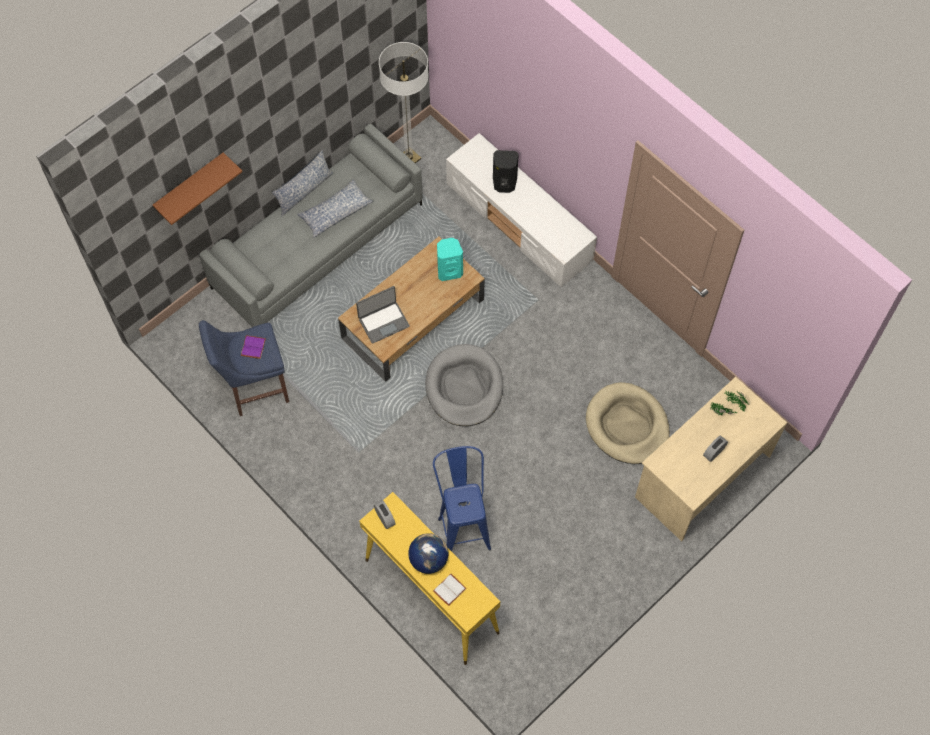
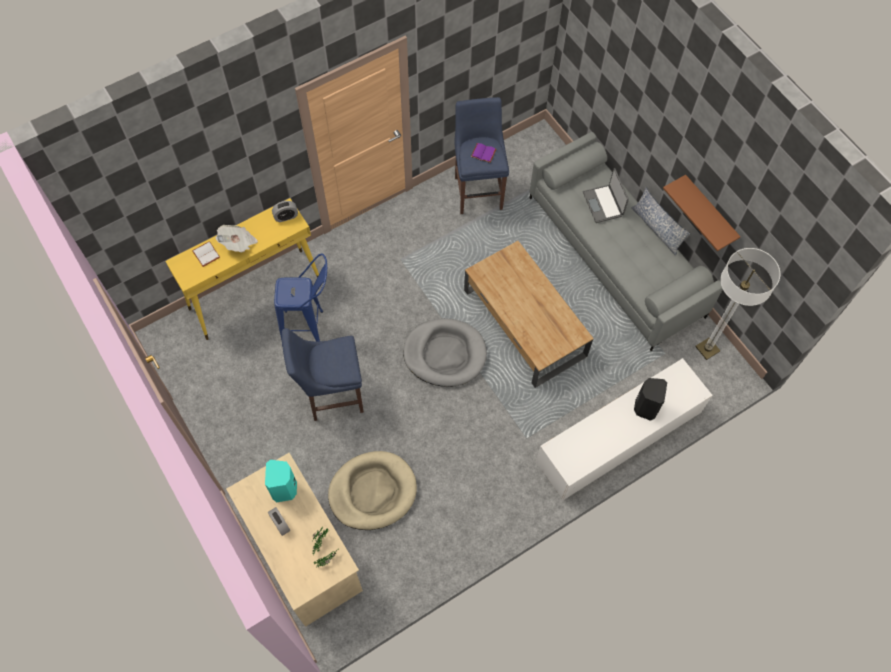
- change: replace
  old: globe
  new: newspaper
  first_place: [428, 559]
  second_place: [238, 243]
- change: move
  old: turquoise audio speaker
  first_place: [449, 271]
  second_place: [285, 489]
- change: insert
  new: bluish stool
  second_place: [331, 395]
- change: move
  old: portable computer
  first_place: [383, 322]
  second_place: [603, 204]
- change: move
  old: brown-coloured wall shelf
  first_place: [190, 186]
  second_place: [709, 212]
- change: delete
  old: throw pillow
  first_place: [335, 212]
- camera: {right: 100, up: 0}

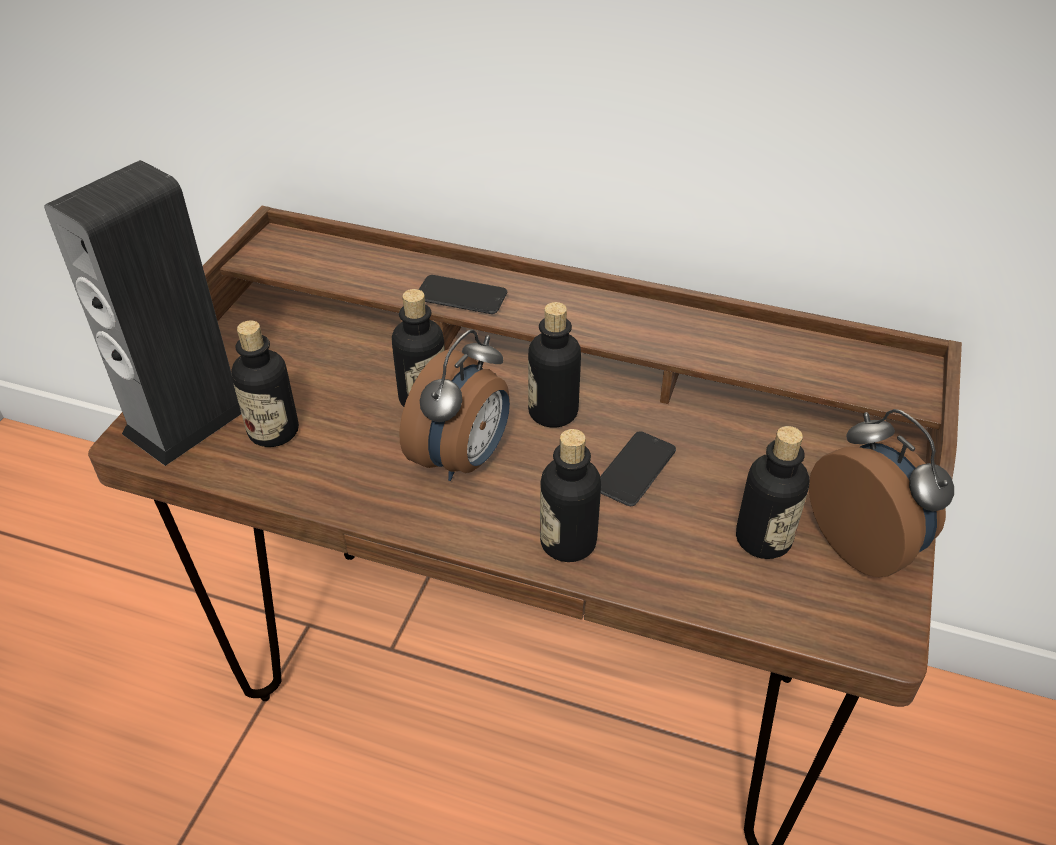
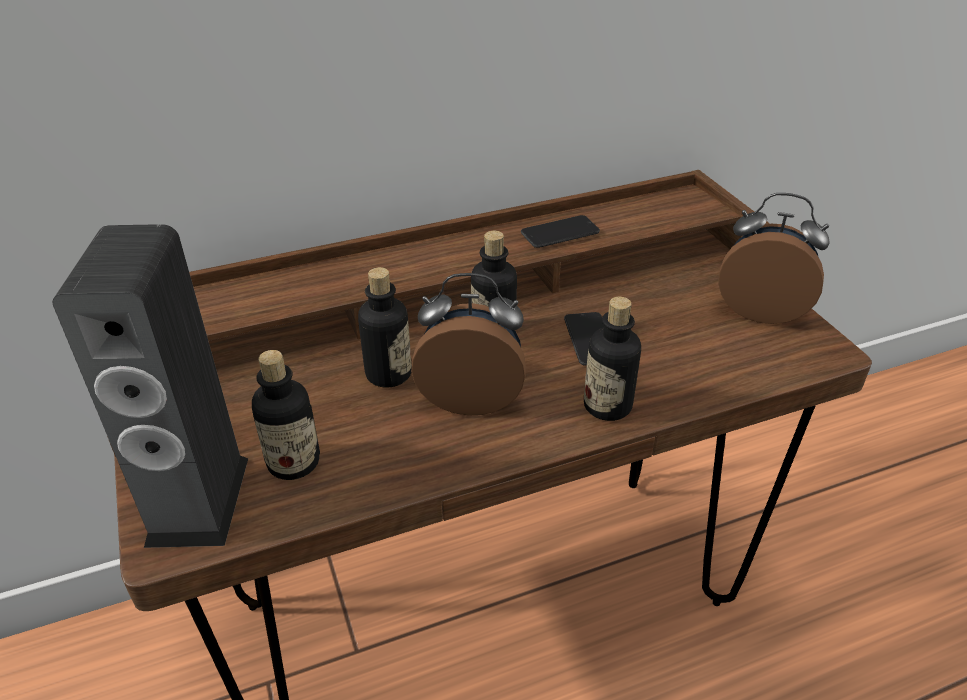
- change: rotate
  old: bedside clock
  first_place: [463, 459]
  second_place: [471, 396]
  degrees: -75
- change: move
  old: telephone
  first_place: [461, 296]
  second_place: [560, 233]
- change: delete
  old: beverage bottle
  first_place: [763, 539]
- camera: {right: -40, up: -5}

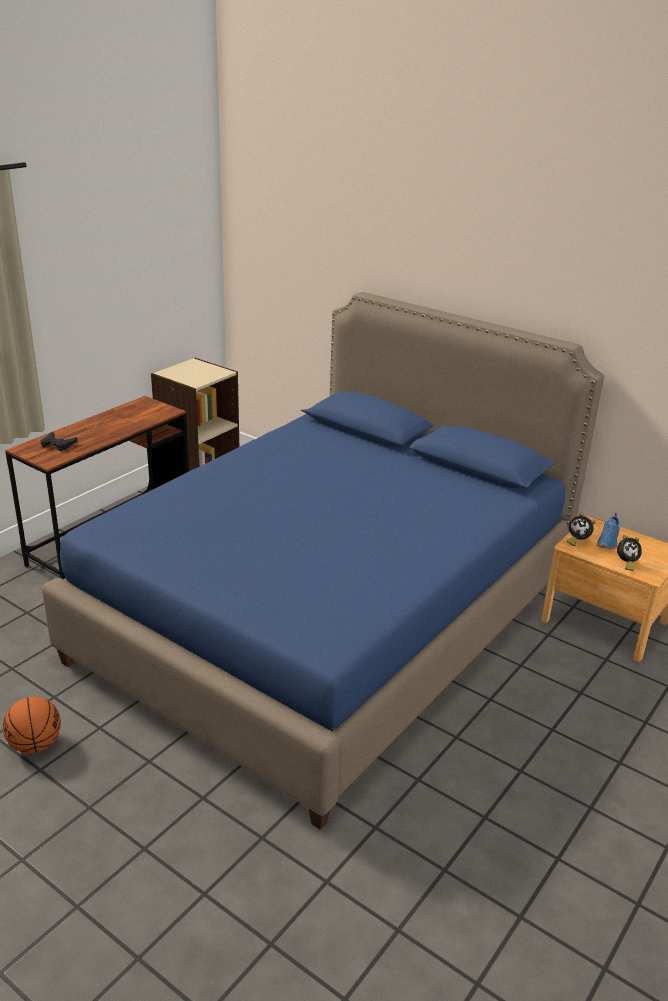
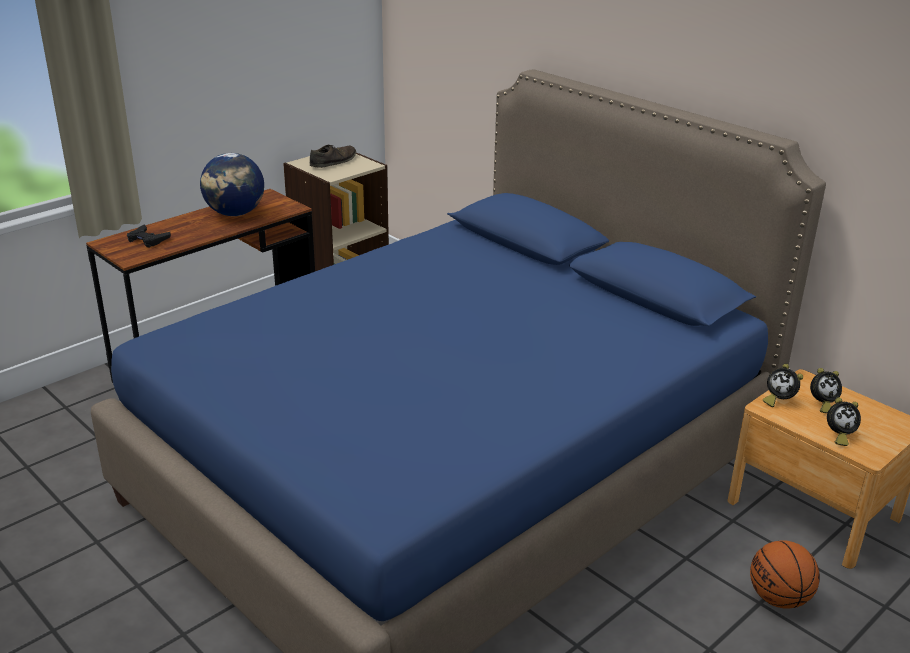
- change: insert
  new: globe
  second_place: [235, 214]
- change: insert
  new: brown-coloured item of footwear
  second_place: [333, 161]
- change: move
  old: basketball
  first_place: [35, 745]
  second_place: [778, 598]
- change: replace
  old: bluish item of footwear
  new: bedside clock
  first_place: [608, 541]
  second_place: [821, 405]
- camera: {right: 10, up: 0}

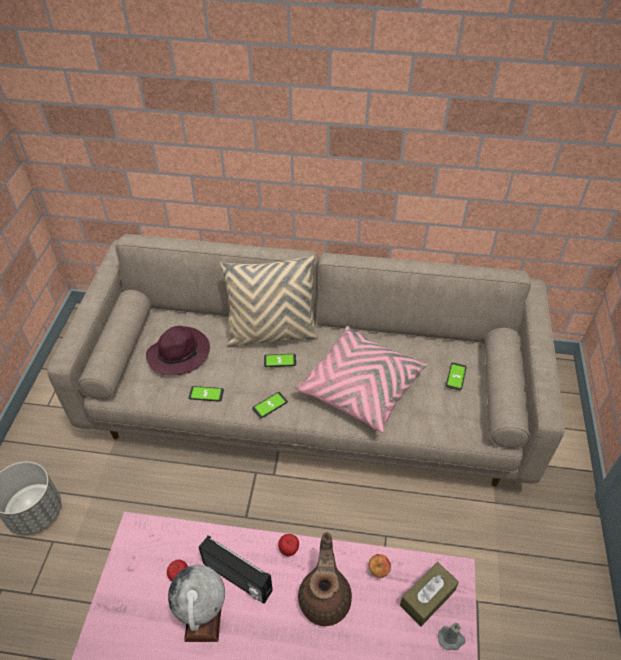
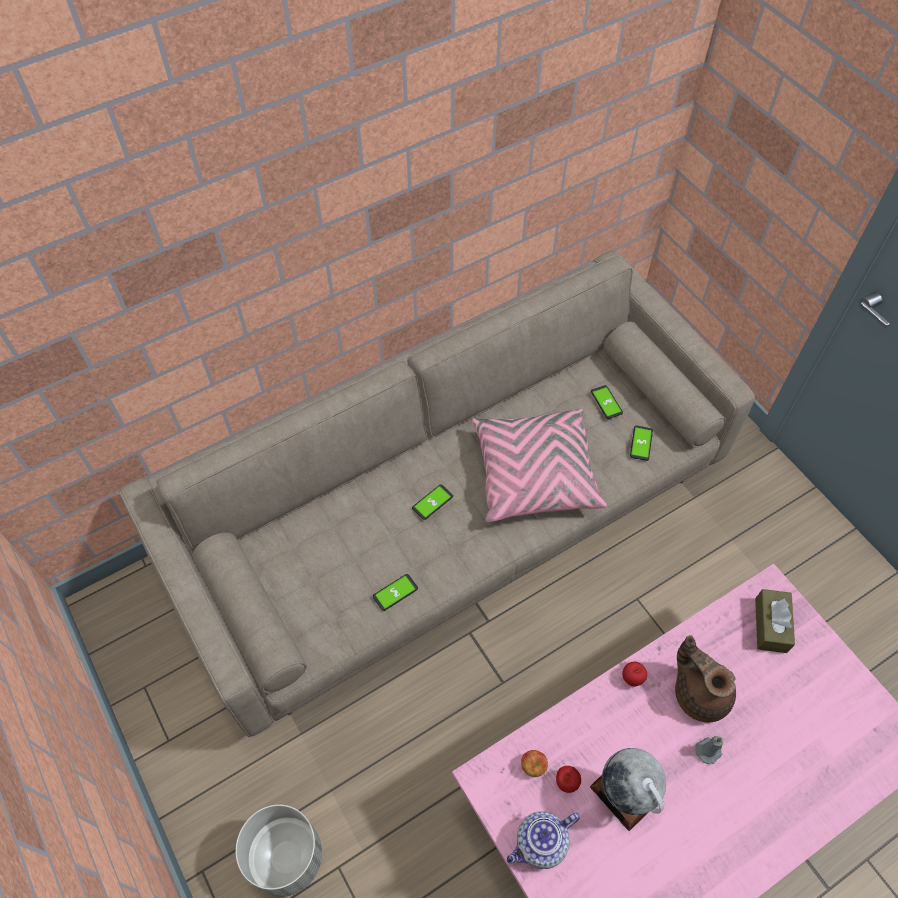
- change: insert
  new: pot for tea
  second_place: [540, 844]
- change: move
  old: apple fruit
  first_place: [378, 570]
  second_place: [533, 766]
- change: move
  old: telephone
  first_place: [270, 405]
  second_place: [641, 443]
- change: move
  old: greyish wax candle
  first_place: [451, 639]
  second_place: [709, 750]
- change: delete
  old: purplish hat
  first_place: [179, 353]
- change: delete
  old: radio
  first_place: [236, 579]
- change: delete
  old: beige-coloured throw pillow
  first_place: [272, 334]
- camera: {right: -40, up: 10}

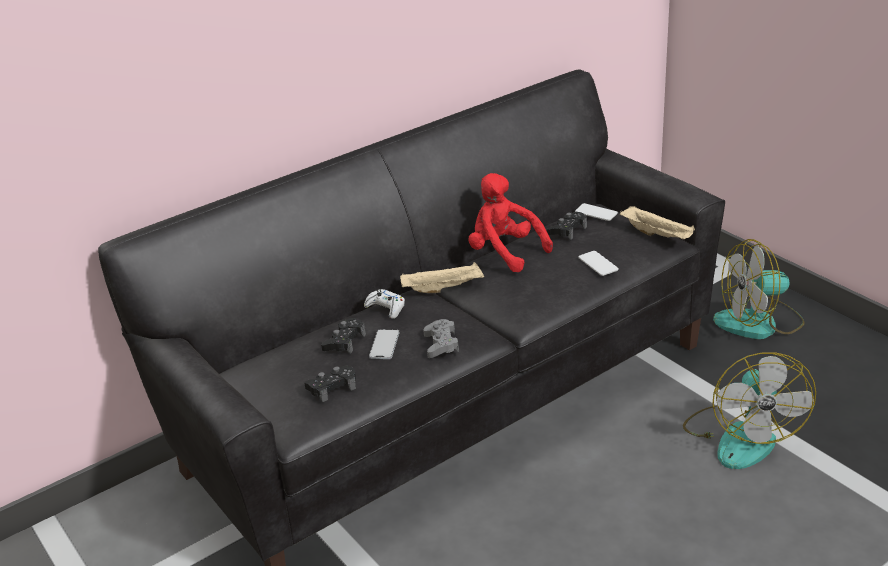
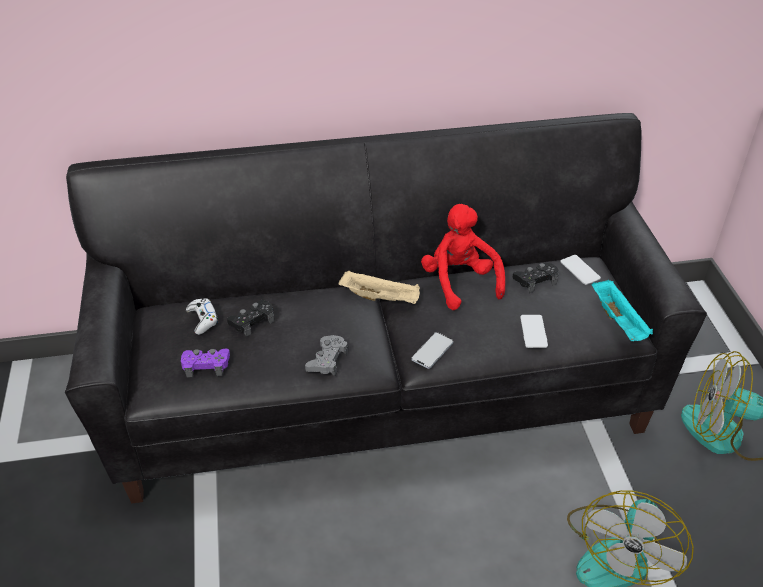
- change: recolor
  old: black-coloured gamepad
  new: purplish gamepad
  first_place: [332, 387]
  second_place: [206, 365]
- change: move
  old: whitish gamepad
  first_place: [386, 308]
  second_place: [203, 319]
- change: move
  old: telephone
  first_place: [384, 345]
  second_place: [432, 351]
- change: recolor
  old: beige-coloured carrying tray
  new: turquoise carrying tray
  first_place: [657, 235]
  second_place: [619, 321]
- camera: {right: 25, up: 10}

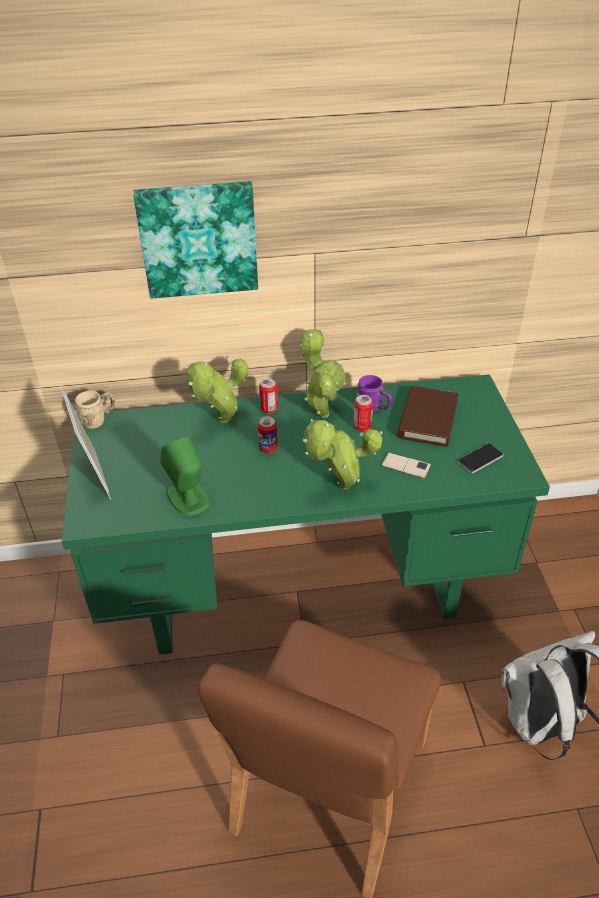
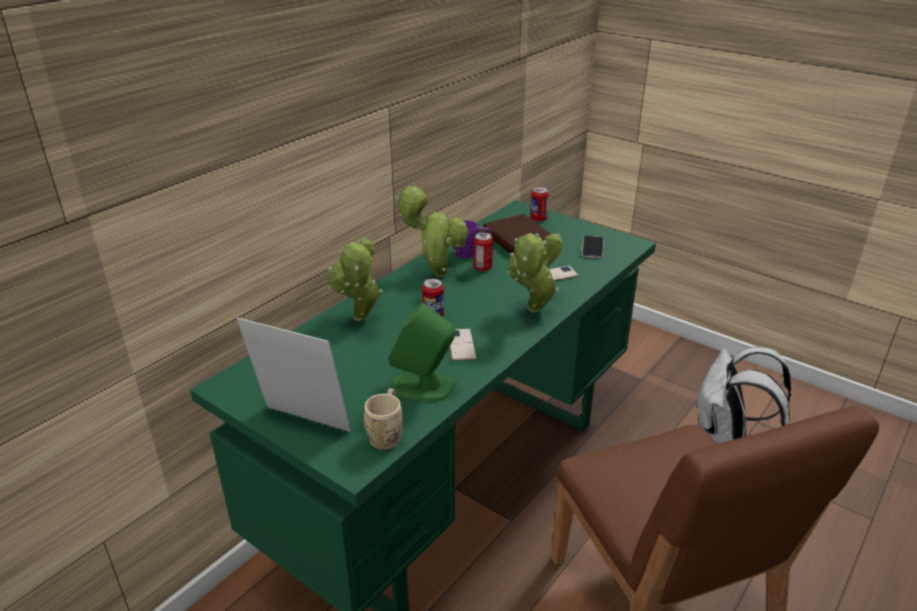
- change: move
  old: beige-coloured tea mug
  first_place: [98, 420]
  second_place: [387, 433]
- change: insert
  new: telephone
  second_place: [461, 345]
- change: move
  old: can
  first_place: [269, 409]
  second_place: [538, 219]
- change: delete
  old: picture
  first_place: [198, 239]
- camera: {right: -45, up: -10}

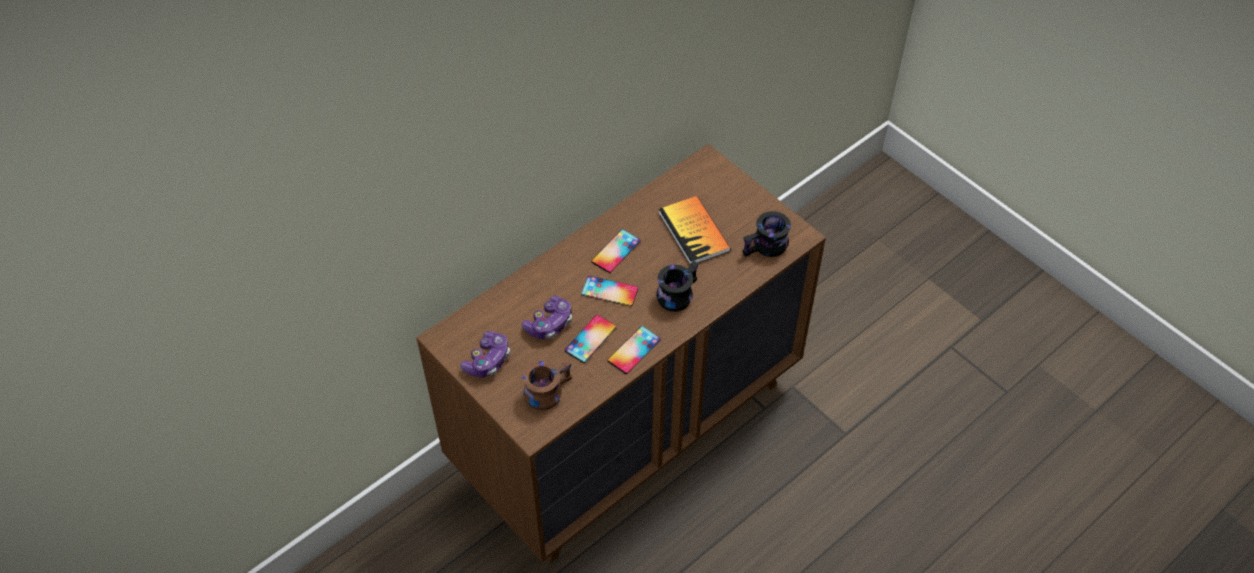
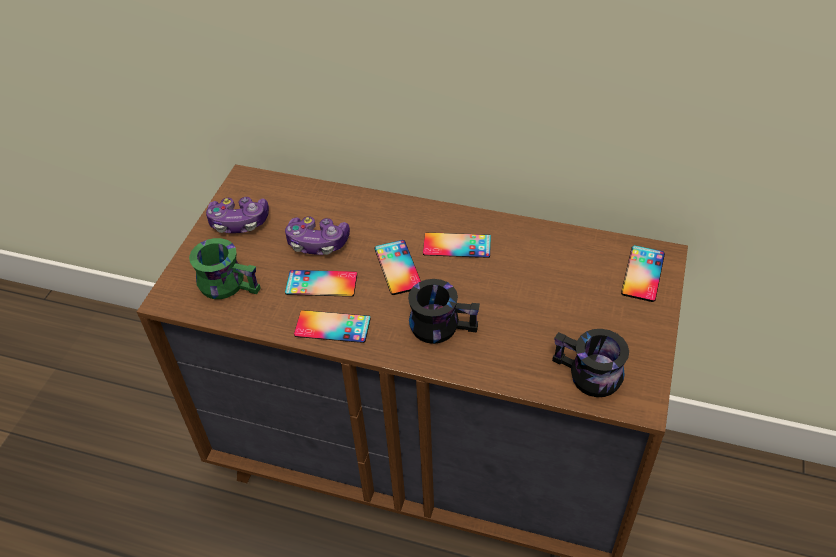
- change: recolor
  old: brown-coloured tea mug
  new: green-coloured tea mug
  first_place: [546, 390]
  second_place: [230, 282]
- change: insert
  new: telephone
  second_place: [643, 273]
- change: delete
  old: volume
  first_place: [694, 232]
- camera: {right: 60, up: -5}

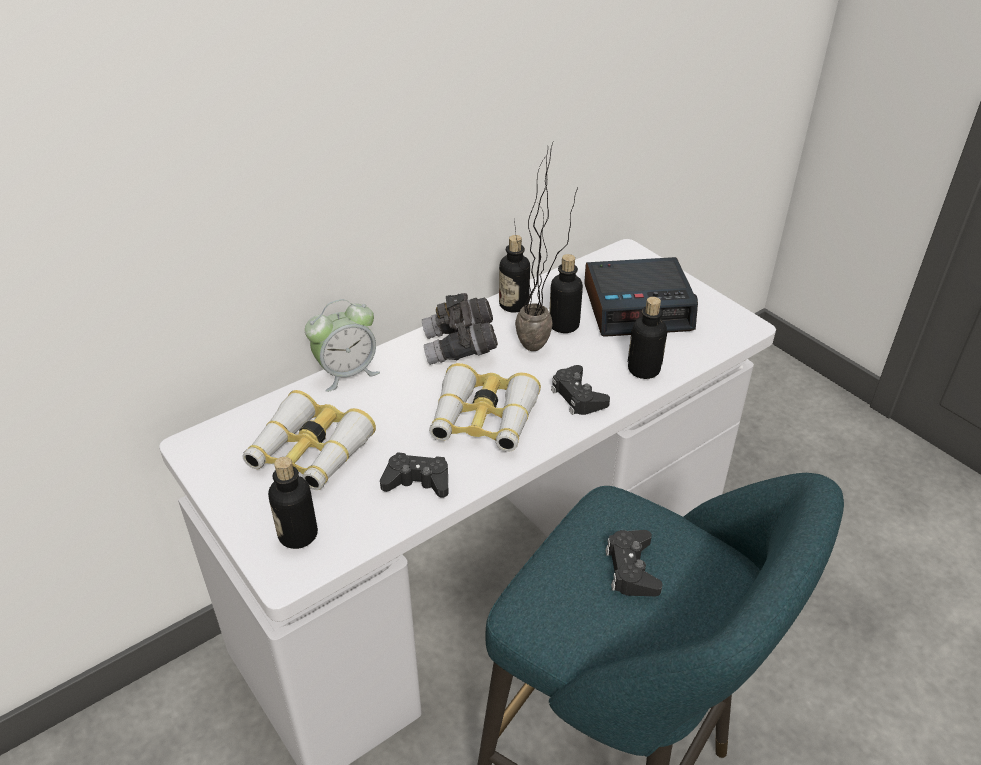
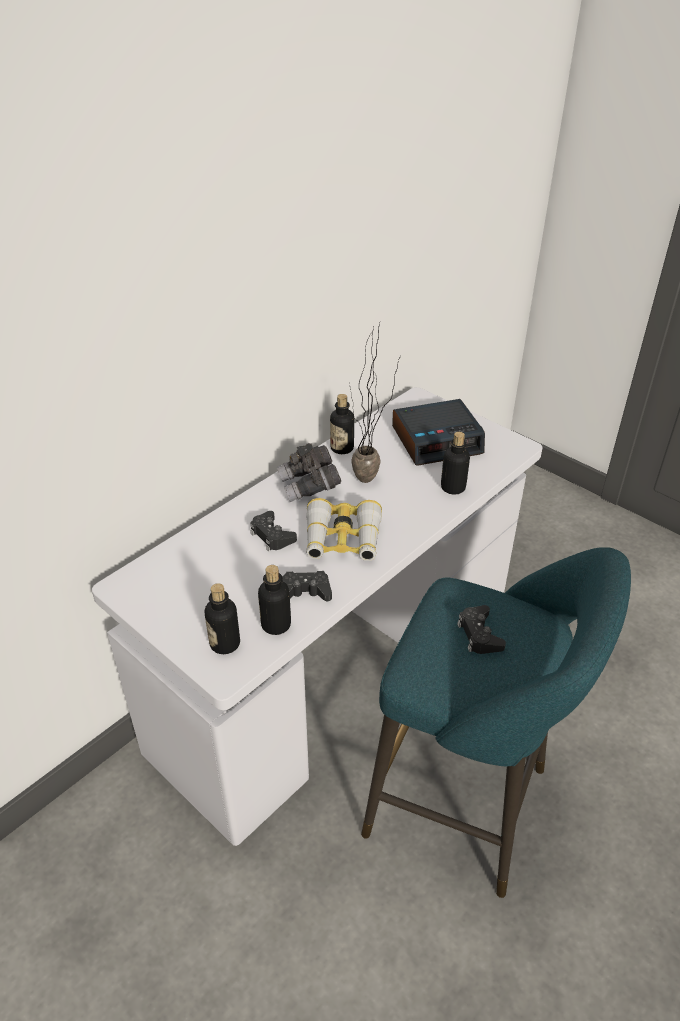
- change: move
  old: black-coloured gamepad
  first_place: [578, 396]
  second_place: [272, 536]
- change: move
  old: beverage bottle
  first_place: [564, 325]
  second_place: [276, 624]
- change: delete
  old: binoculars
  first_place: [309, 453]
- change: delete
  old: bedside clock
  first_place: [347, 373]
- camera: {right: -10, up: 0}

